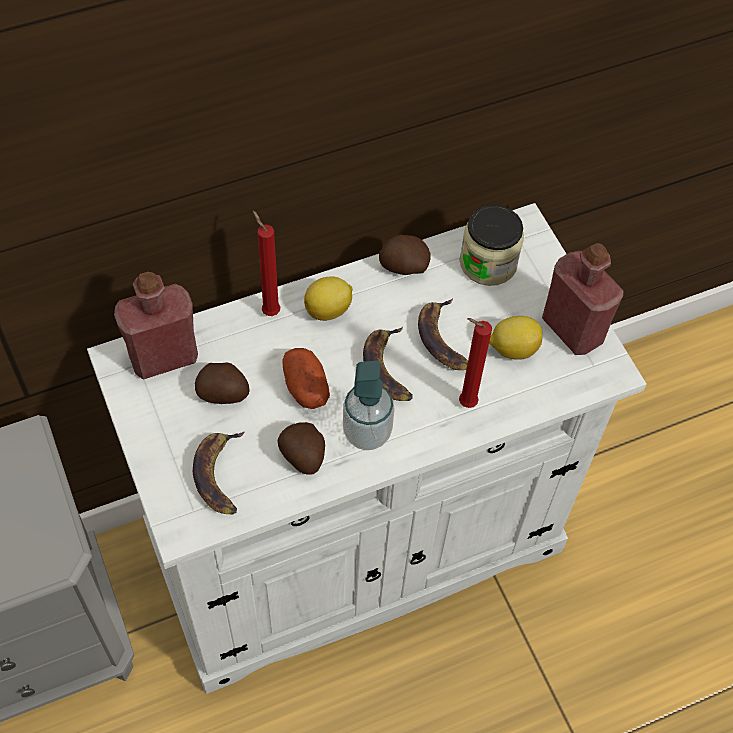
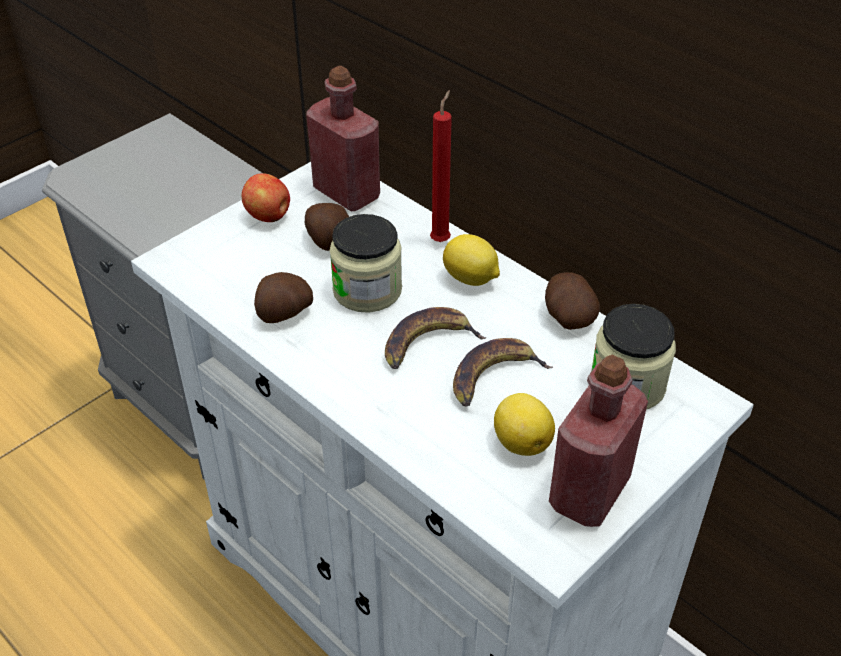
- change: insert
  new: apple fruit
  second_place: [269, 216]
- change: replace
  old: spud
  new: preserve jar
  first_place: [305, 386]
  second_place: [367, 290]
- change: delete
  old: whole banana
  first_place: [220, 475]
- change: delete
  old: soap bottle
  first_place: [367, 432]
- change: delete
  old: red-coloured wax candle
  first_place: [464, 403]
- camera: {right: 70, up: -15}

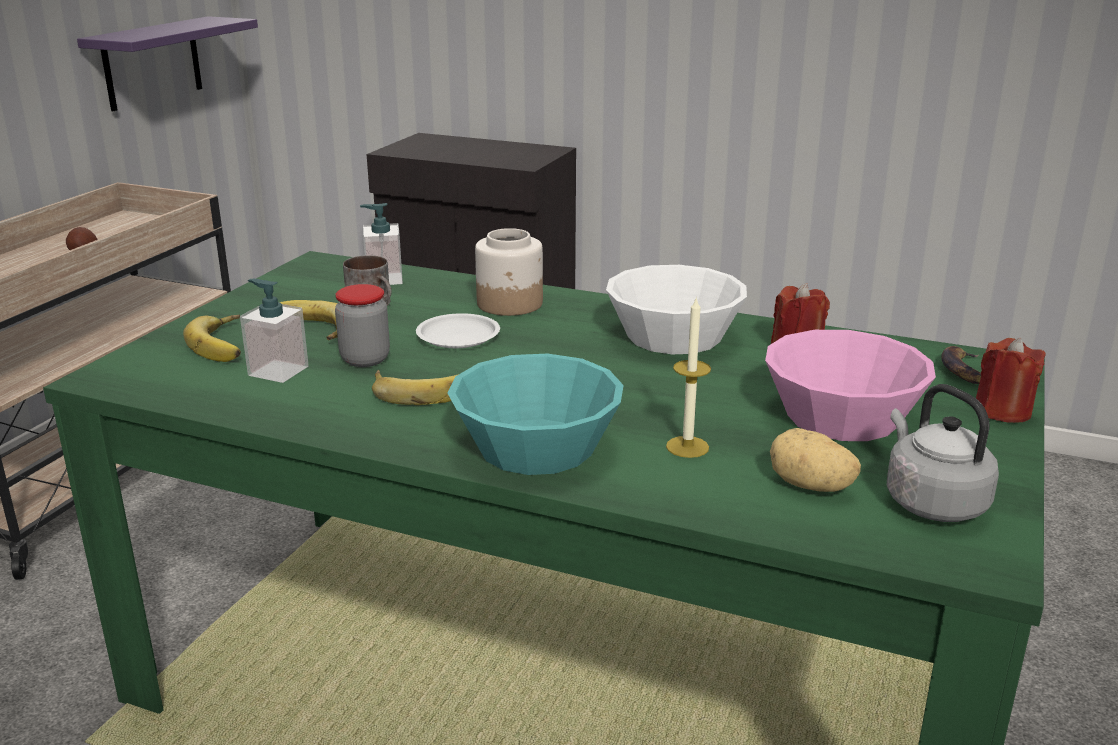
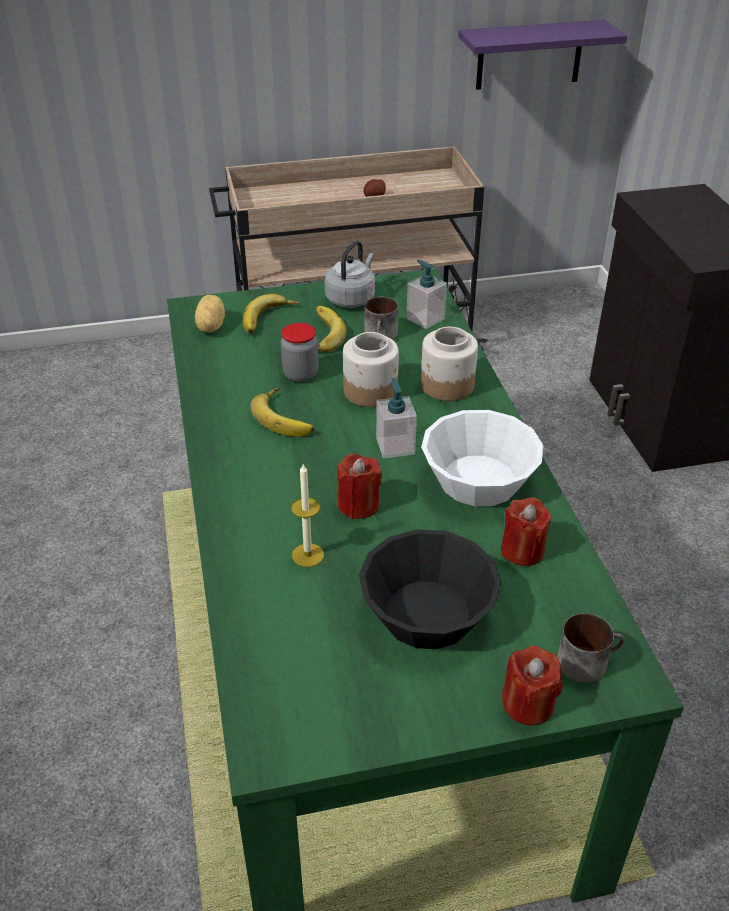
- change: move
  old: spud
  first_place: [810, 486]
  second_place: [209, 327]
- change: move
  old: greyish tea kettle
  first_place: [931, 502]
  second_place: [351, 298]
- change: insert
  new: red-coloured wax candle
  second_place: [358, 505]
- change: replace
  old: whitish flat dish
  new: preserve jar
  first_place: [458, 336]
  second_place: [371, 391]
- change: recolor
  old: pink-coloured serving bowl
  new: black-coloured serving bowl
  first_place: [843, 415]
  second_place: [428, 613]
- change: move
  old: soap bottle
  first_place: [278, 371]
  second_place: [395, 446]
- change: replace
  old: whole banana
  new: tea mug
  first_place: [964, 371]
  second_place: [587, 660]
- change: delete
  old: turquoise serving bowl
  first_place: [536, 445]
- camera: {right: 55, up: 15}

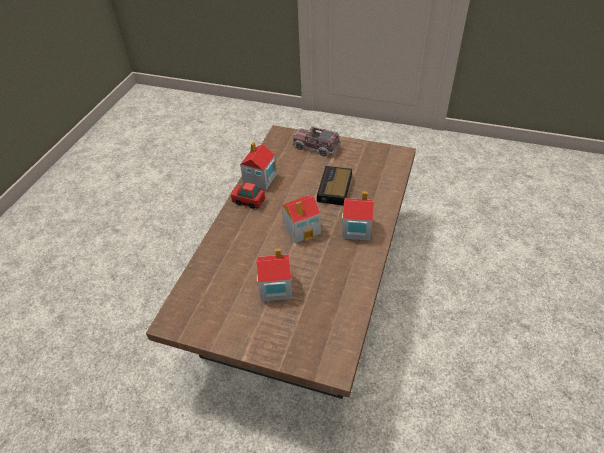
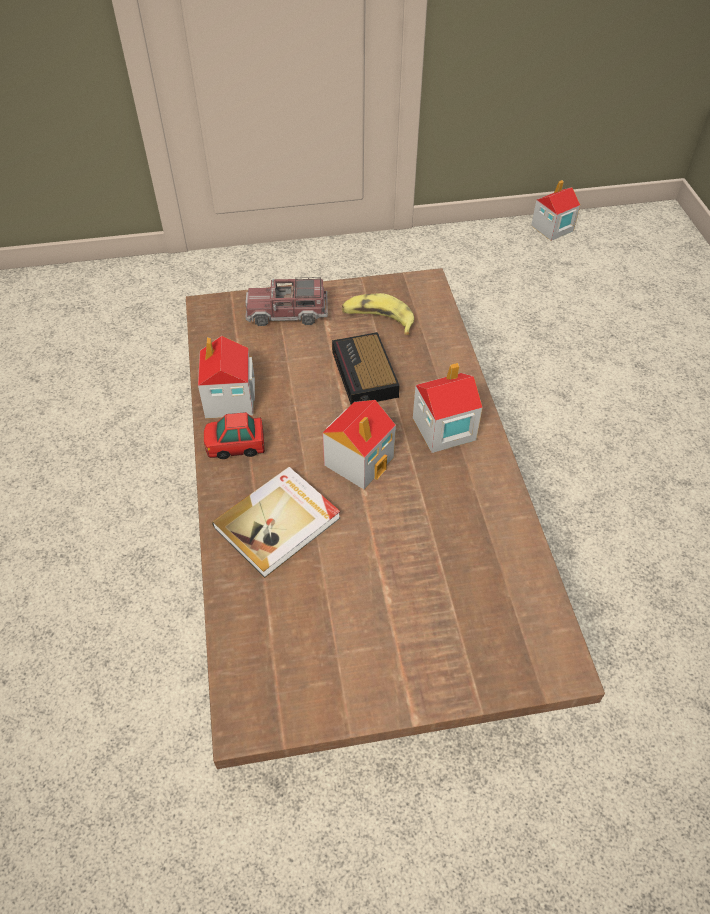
- change: insert
  new: volume
  second_place: [279, 523]
- change: insert
  new: whole banana
  second_place: [378, 319]
- change: move
  old: model house
  first_place: [275, 287]
  second_place: [551, 228]
- camera: {right: -30, up: 5}

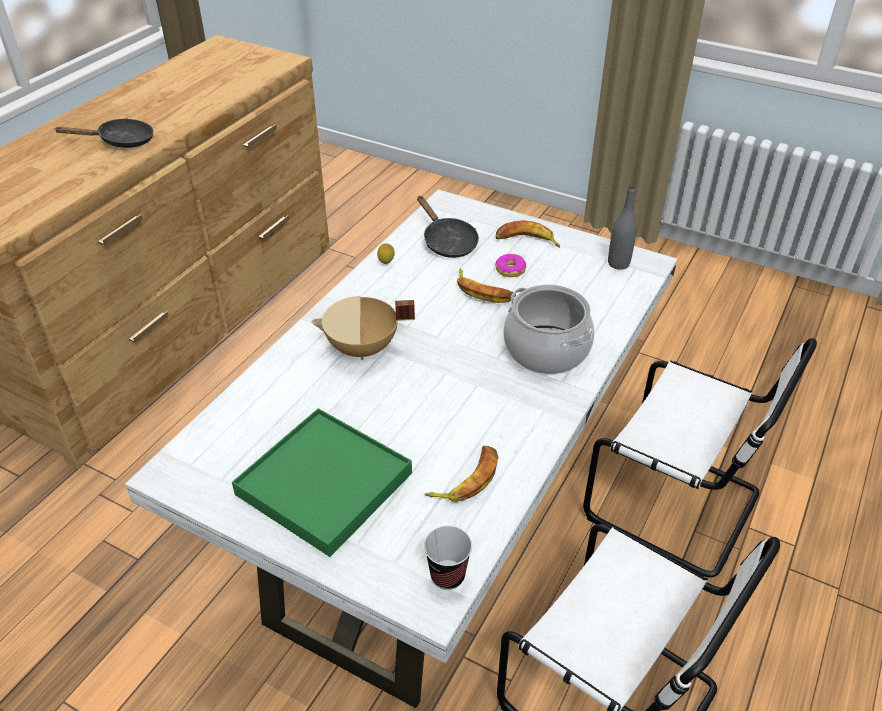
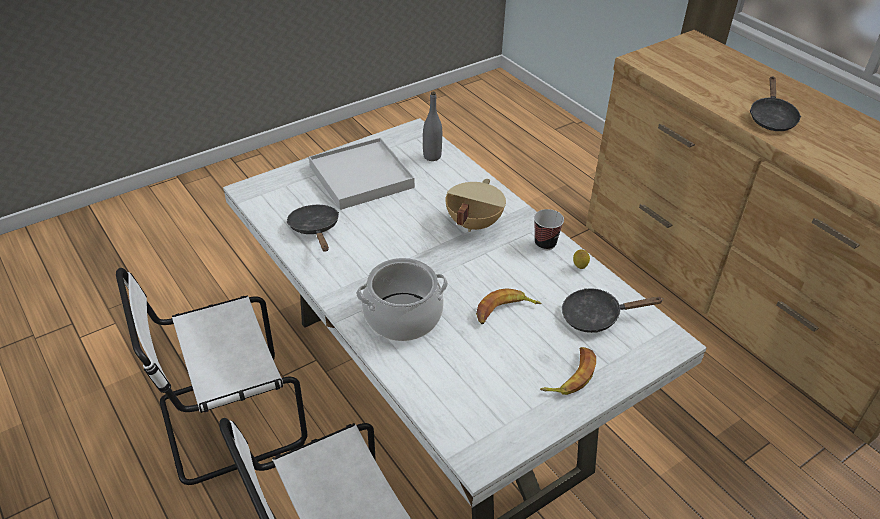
- change: replace
  old: whole banana
  new: black-coloured frying pan
  first_place: [467, 479]
  second_place: [315, 229]
- change: recolor
  old: green-coloured carrying tray
  new: whitish carrying tray
  first_place: [324, 484]
  second_place: [361, 177]
- change: move
  old: greyish beverage bottle
  first_place: [618, 263]
  second_place: [432, 156]
- change: move
  old: cup
  first_place: [447, 576]
  second_place: [545, 243]
- change: delete
  old: ring doughnut
  first_place: [510, 270]
- camera: {right: 115, up: 0}

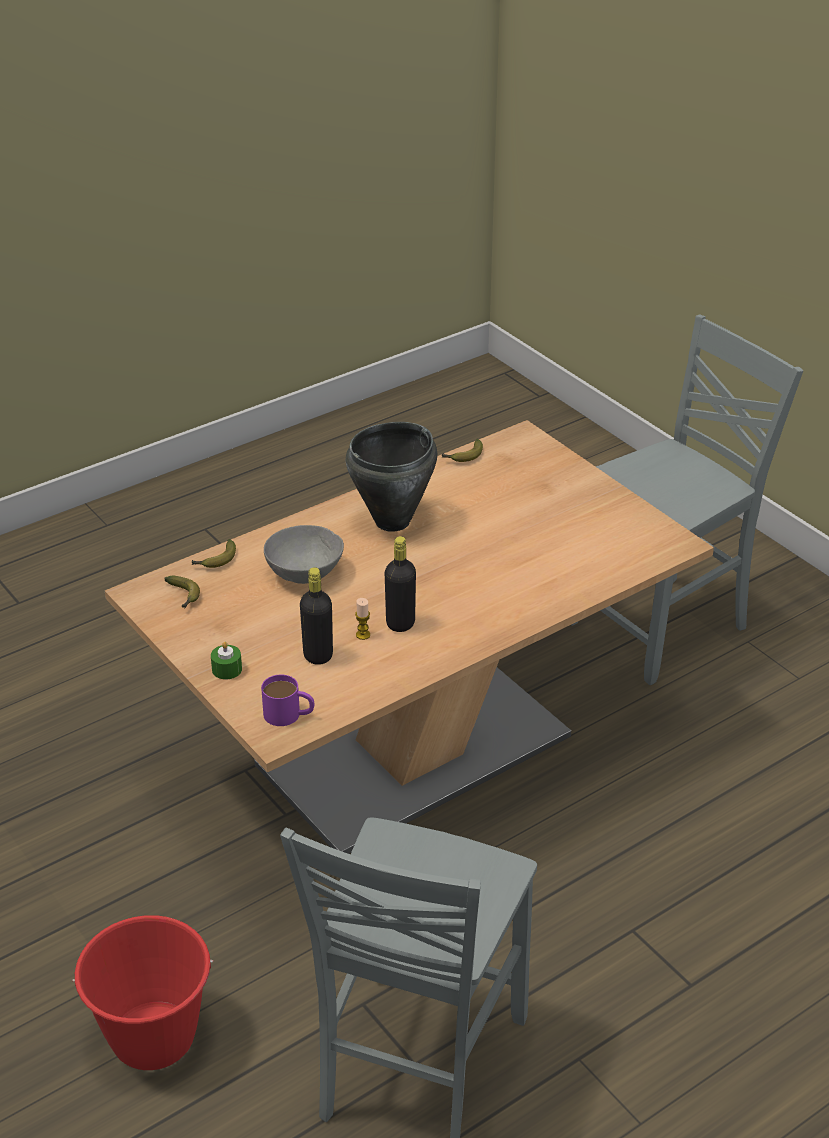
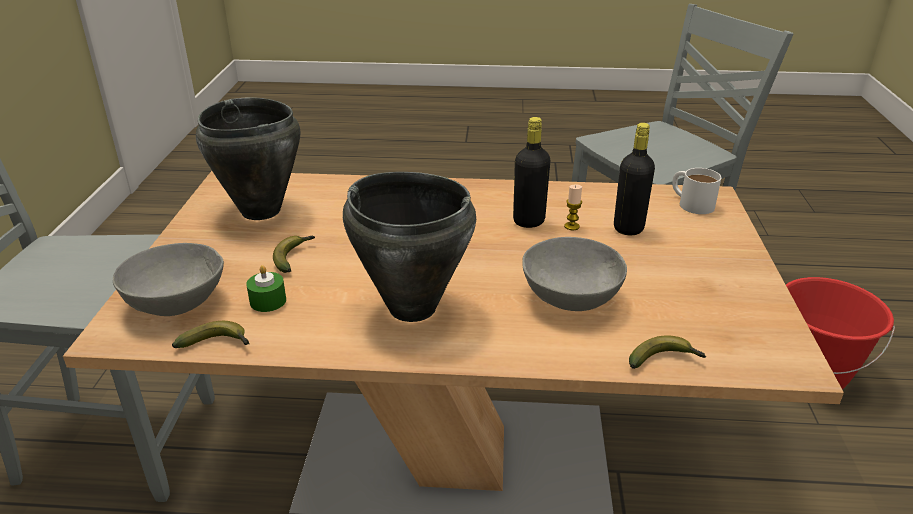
- change: insert
  new: greyish serving bowl
  second_place: [176, 303]
- change: insert
  new: black-coloured stockpot
  second_place: [260, 211]
- change: move
  old: green-coloured wax candle
  first_place: [227, 669]
  second_place: [268, 301]
- change: move
  old: whole banana
  first_place: [183, 596]
  second_place: [294, 257]
- change: recolor
  old: purplish tea mug
  new: whitish tea mug
  first_place: [289, 715]
  second_place: [690, 203]
- camera: {right: -140, up: -5}

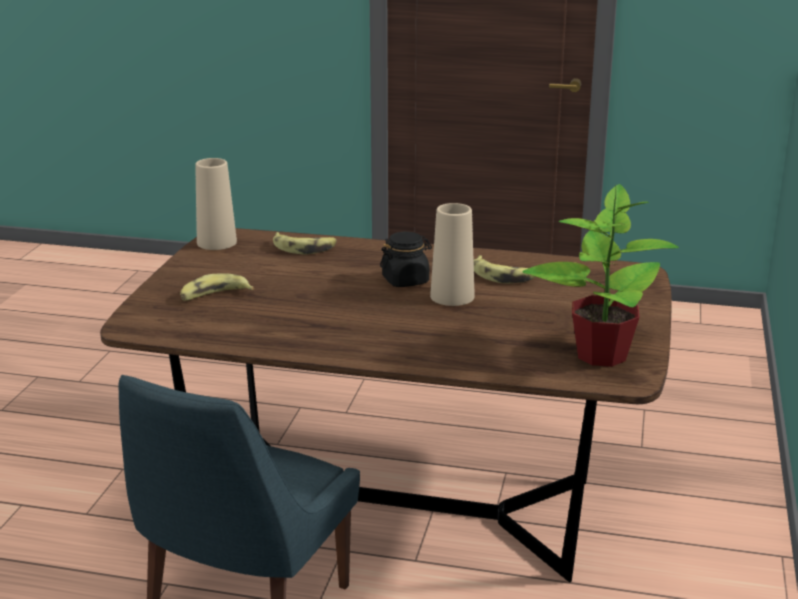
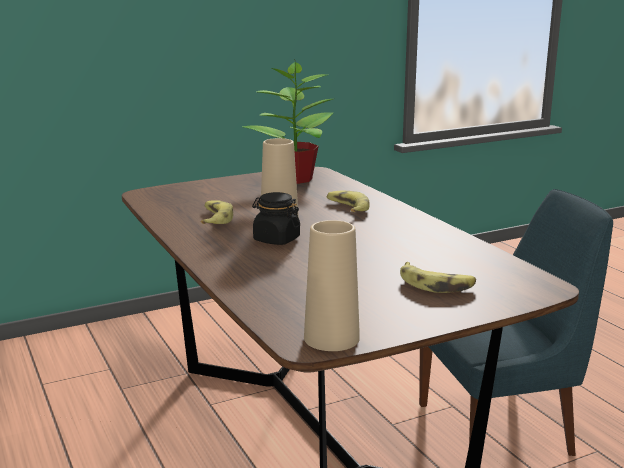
- change: move
  old: whole banana
  first_place: [304, 248]
  second_place: [347, 208]
- camera: {right: -130, up: -5}

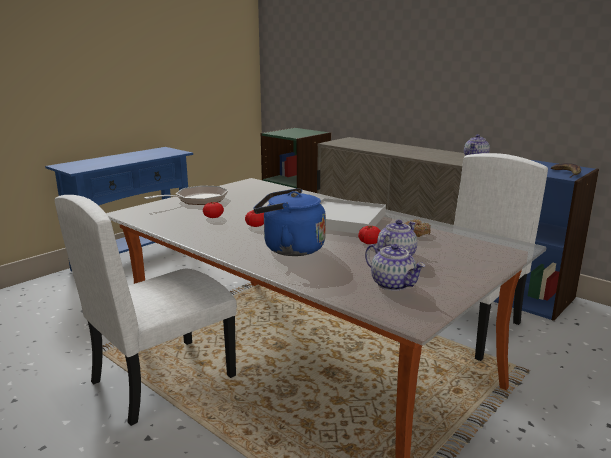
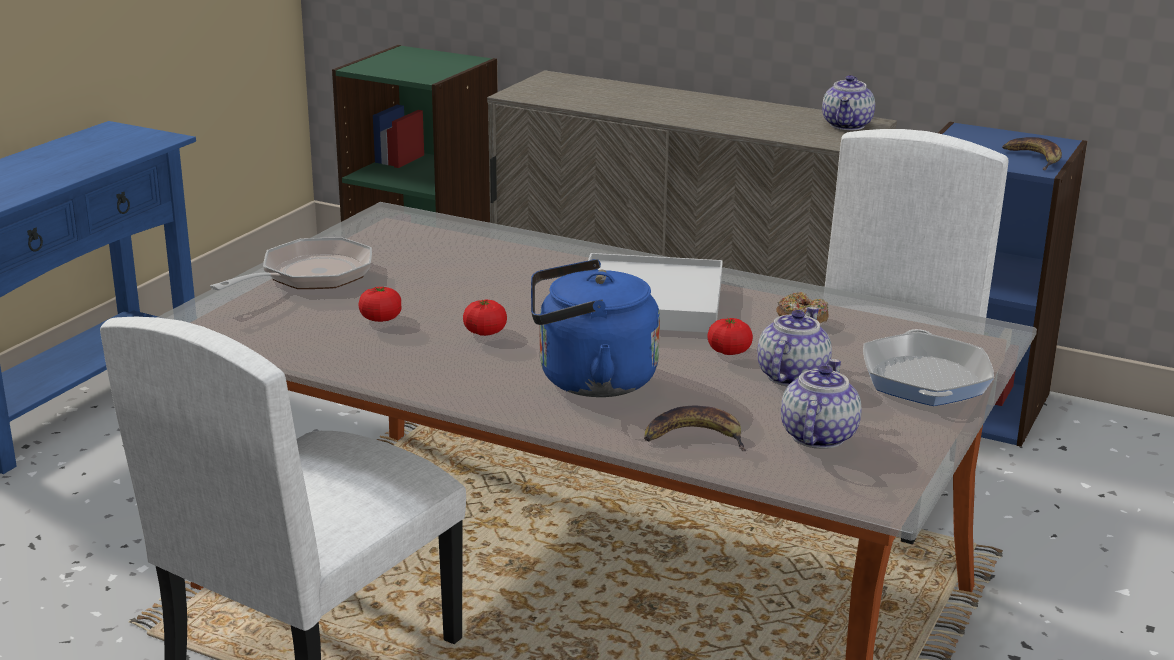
- change: insert
  new: whole banana
  second_place: [695, 437]
- change: rotate
  old: pot for tea
  first_place: [393, 284]
  second_place: [817, 436]
  degrees: -105
- change: insert
  new: frying pan
  second_place: [925, 379]
- camera: {right: -15, up: 5}

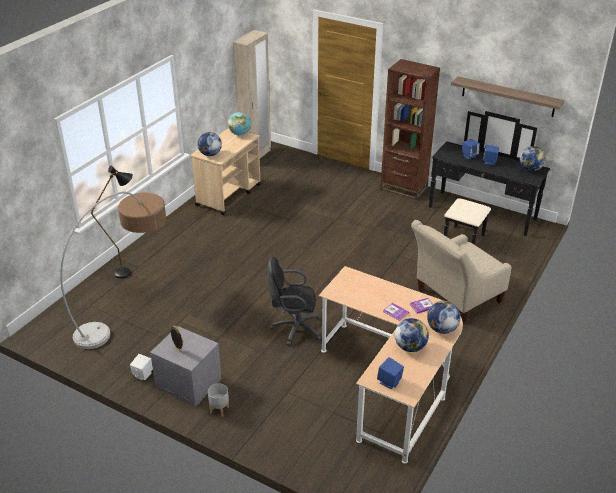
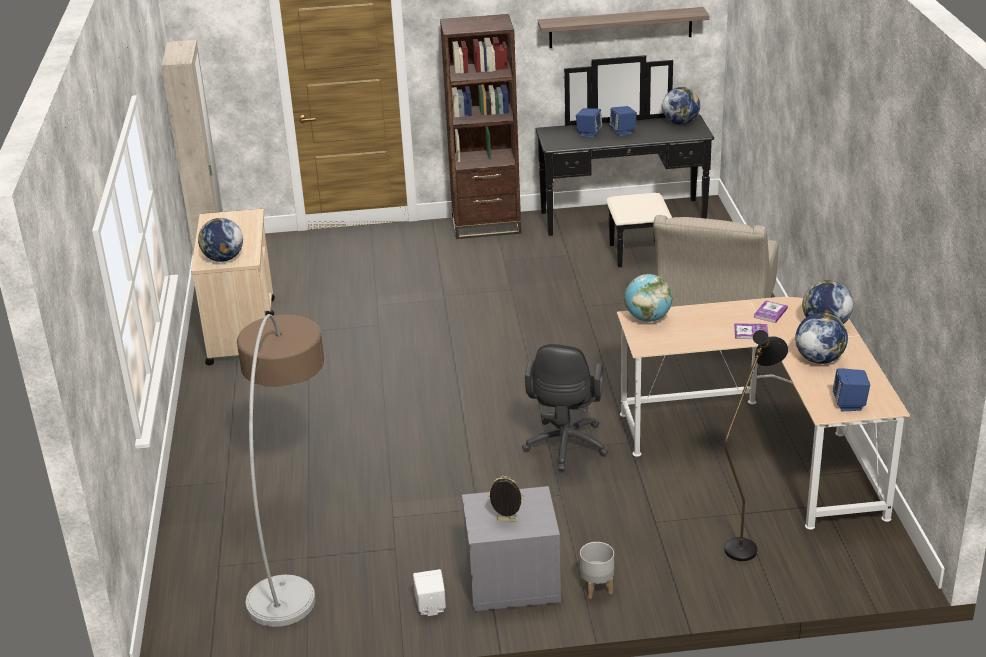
- change: rotate
  old: black-coloured desk chair
  first_place: [294, 328]
  second_place: [565, 448]
  degrees: -45
- change: move
  old: globe
  first_place: [240, 134]
  second_place: [648, 318]
- change: move
  old: black-coloured standard lamp
  first_place: [128, 272]
  second_place: [746, 543]
- camera: {right: -35, up: -5}

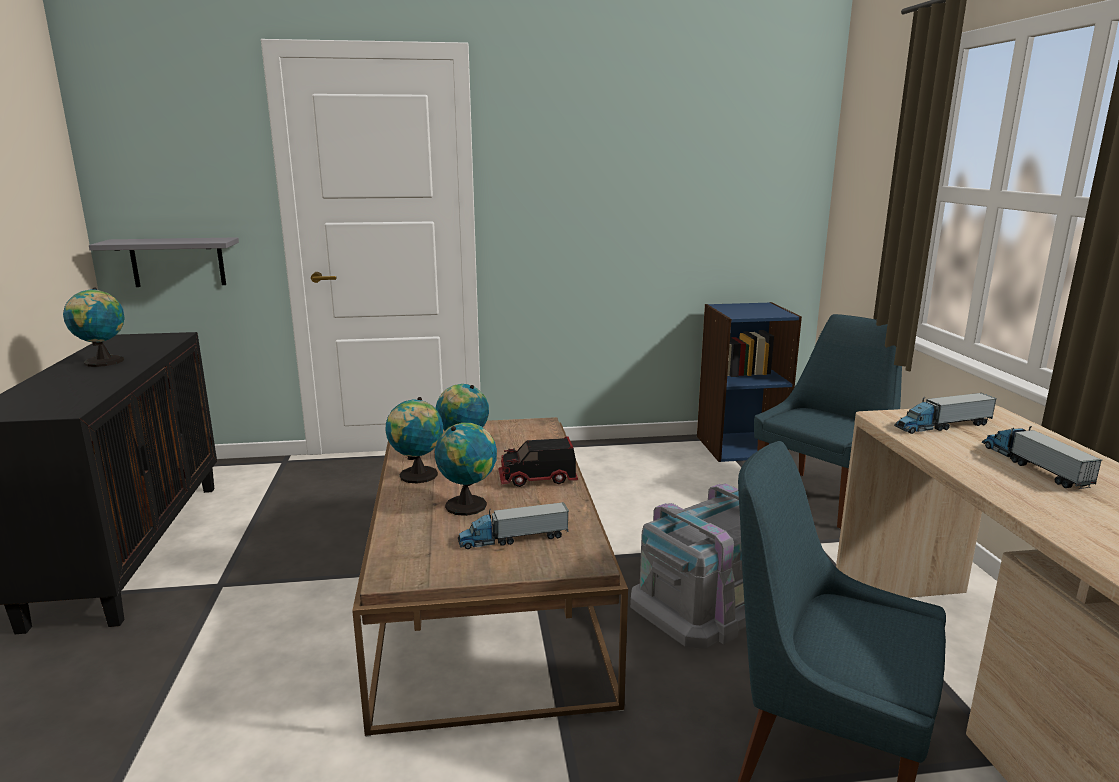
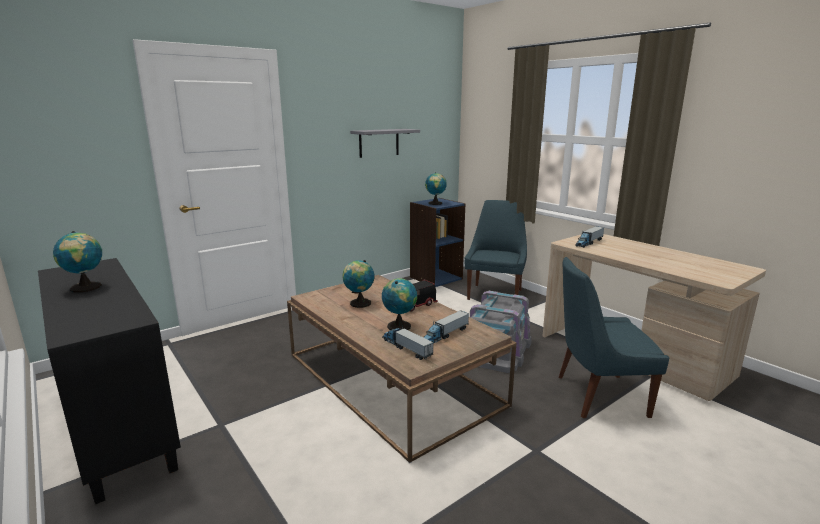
- change: move
  old: greyish wall shelf
  first_place: [178, 262]
  second_place: [379, 143]
- change: move
  old: model truck
  first_place: [1033, 466]
  second_place: [406, 348]
- change: move
  old: globe
  first_place: [417, 476]
  second_place: [435, 203]
- camera: {right: -30, up: 0}

